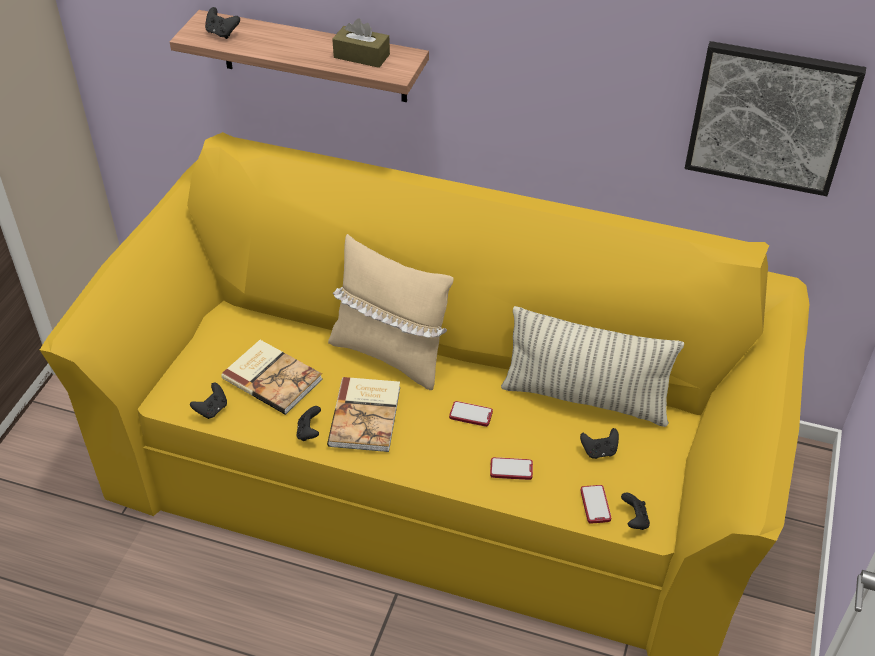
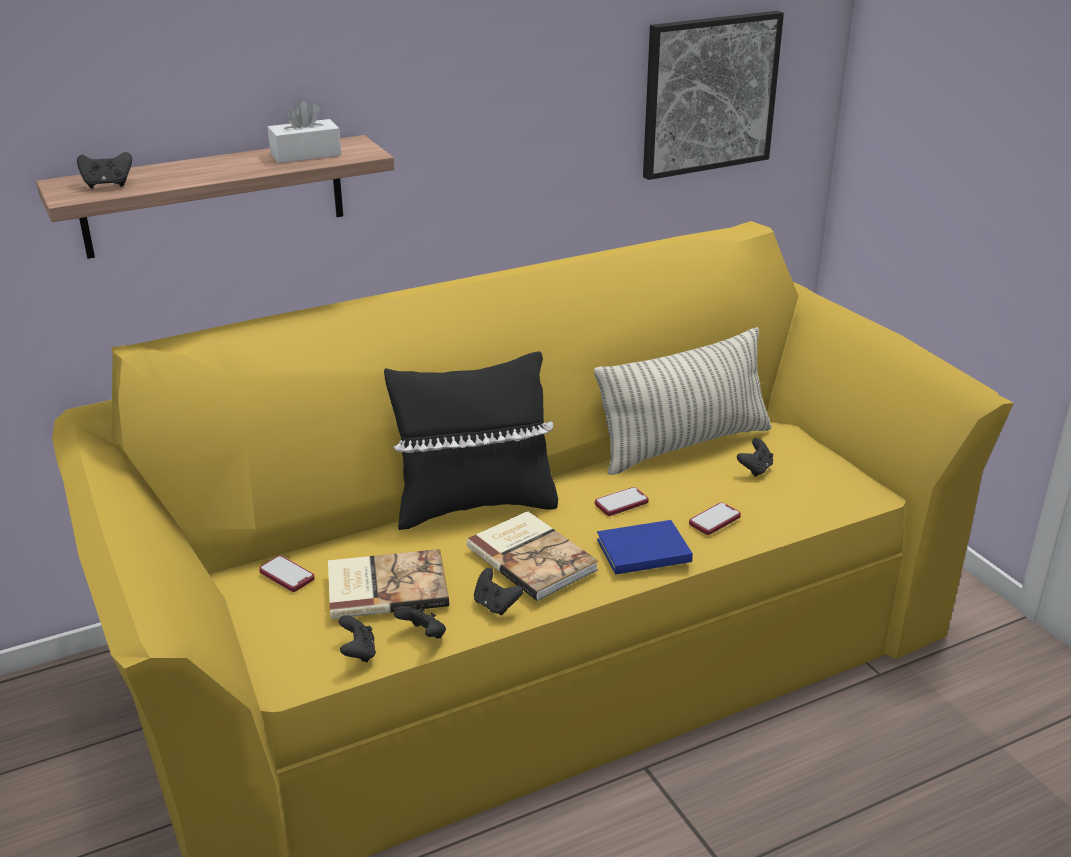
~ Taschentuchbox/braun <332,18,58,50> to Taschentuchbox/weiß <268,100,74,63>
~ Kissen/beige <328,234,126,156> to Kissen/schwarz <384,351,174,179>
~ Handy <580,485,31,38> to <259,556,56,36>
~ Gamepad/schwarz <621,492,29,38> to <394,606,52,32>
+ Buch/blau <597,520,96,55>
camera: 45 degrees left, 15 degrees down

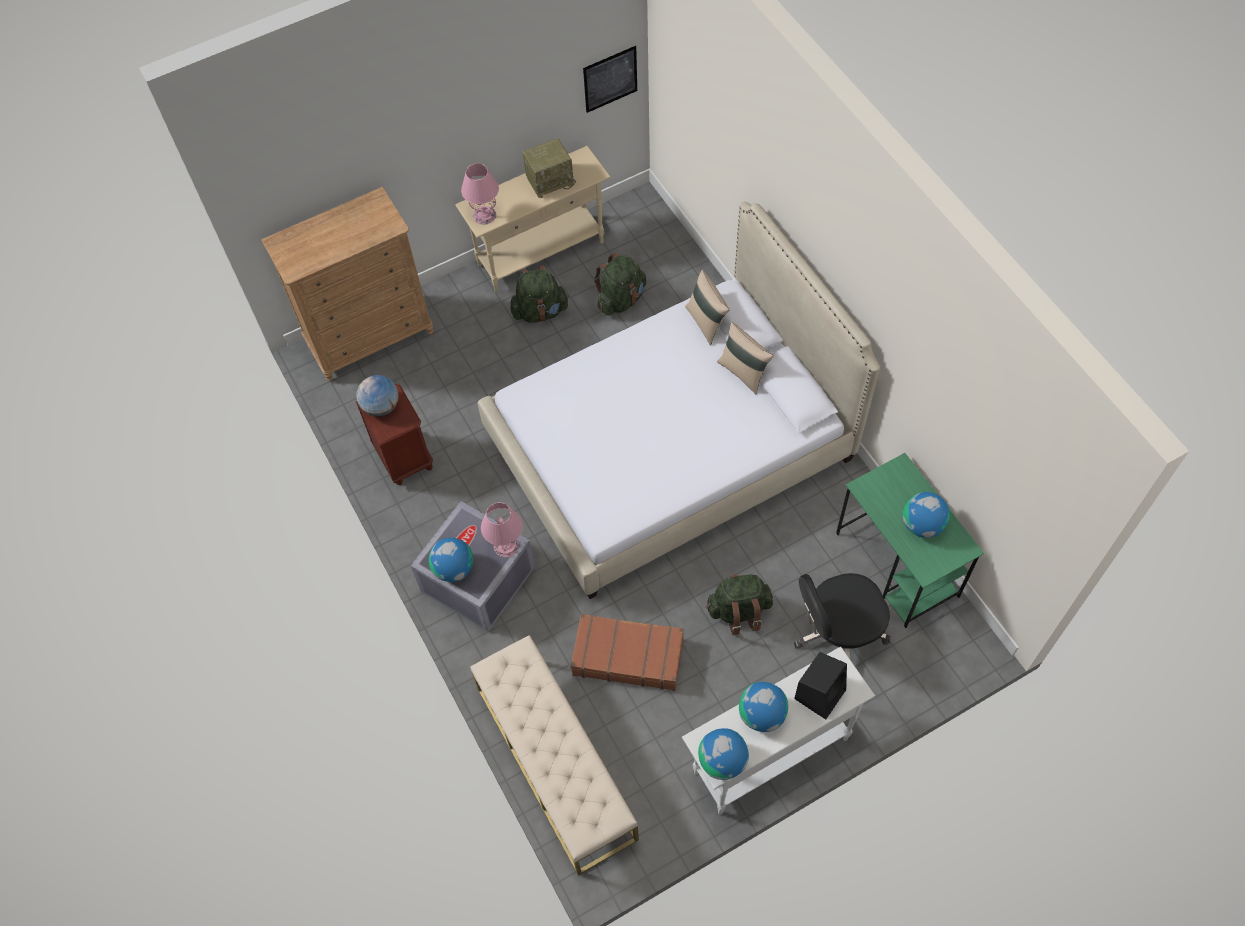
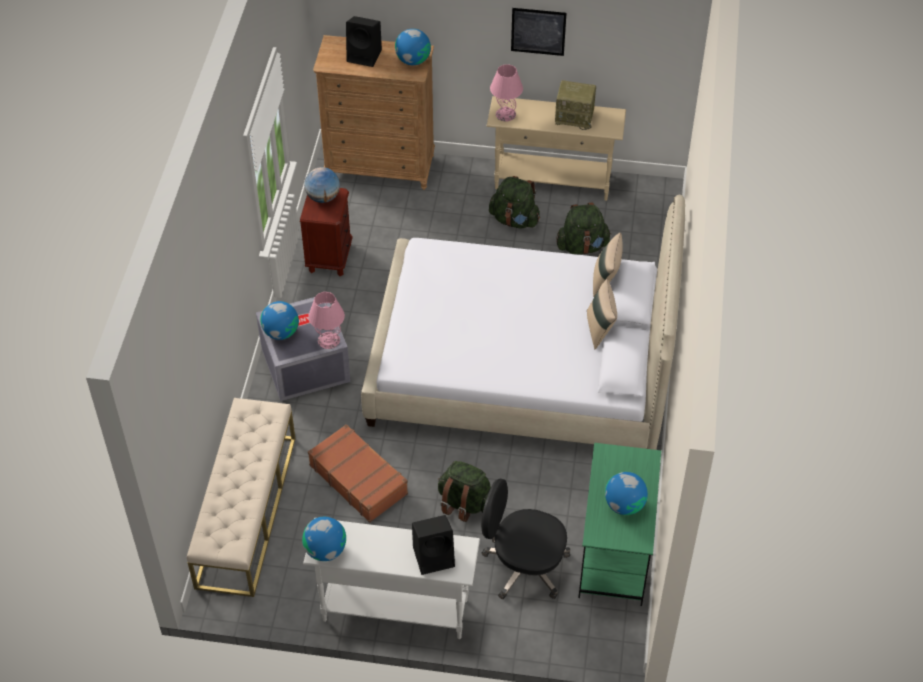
~ Bild <583,46,54,67> to <511,8,56,48>
~ Globus <739,682,49,50> to <395,29,36,36>
+ Lautsprecher/schwarz <346,16,36,51>
camera: 35 degrees right, 10 degrees down

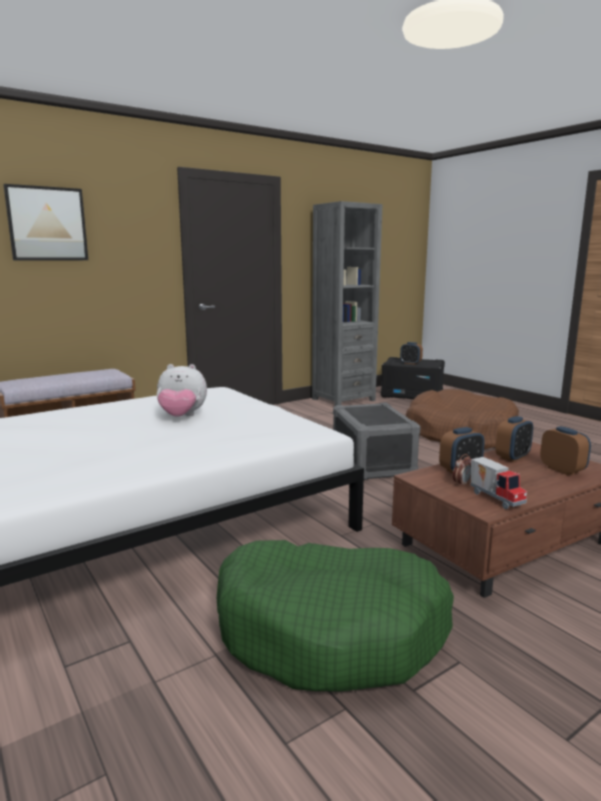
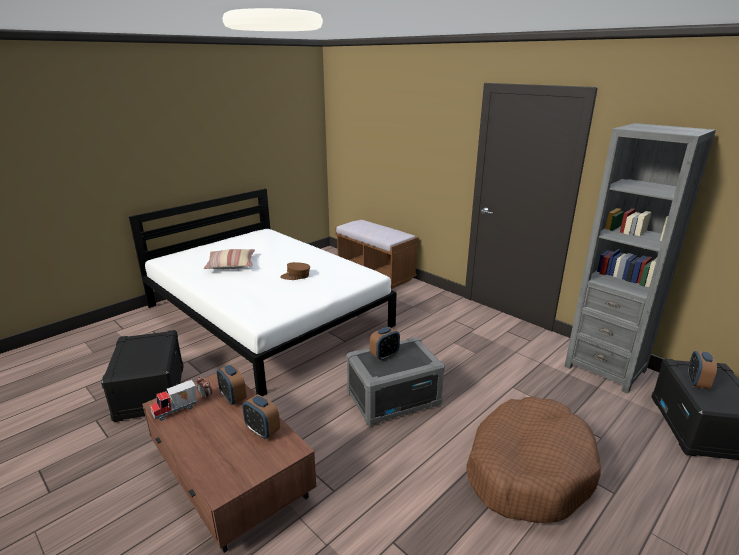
- Bild <3,184,85,76>
~ Plüschtier <157,364,50,53> to Kappe/braun <280,262,30,18>
~ Wecker <540,426,51,49> to <370,327,30,34>
~ Hundebett/grün <217,540,237,151> to Aufbewahrungsbox/schwarz <101,330,83,92>
+ Kissen <203,249,52,20>
camera: 80 degrees right, 10 degrees up

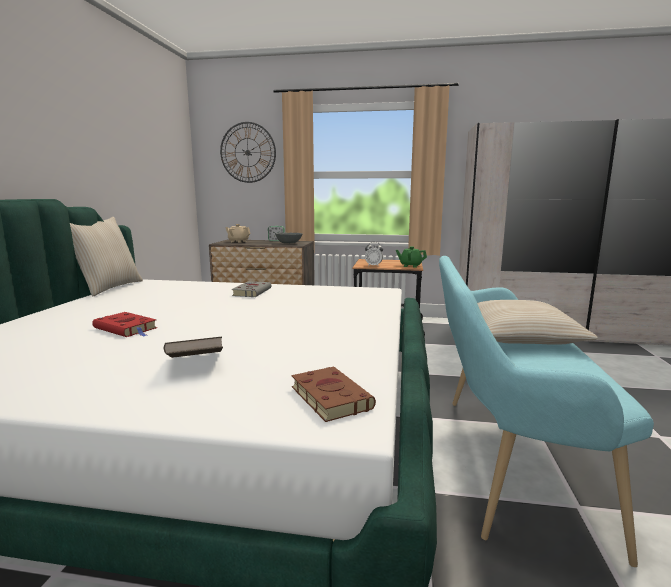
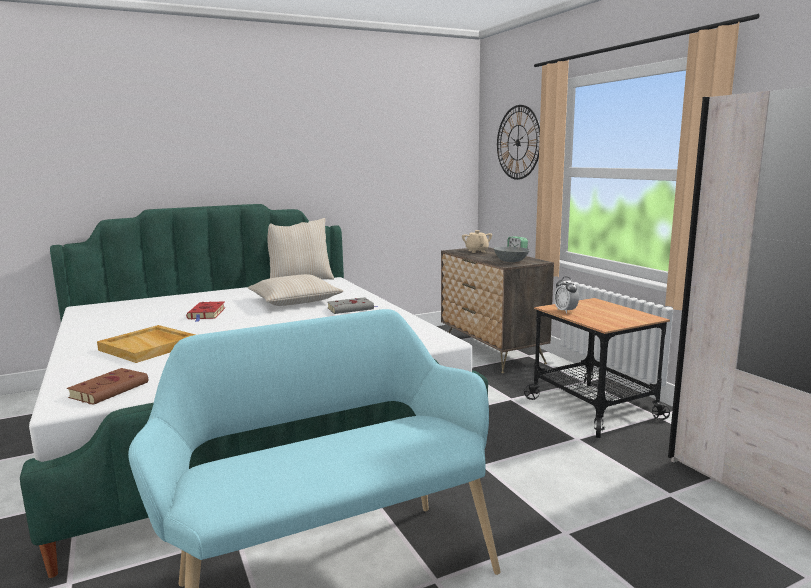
- Teekanne/grün <396,247,31,21>
~ Kissen/beige <477,300,121,45> to <248,274,95,32>
~ Buch/braun <164,337,59,21> to Tablett/beige <97,325,98,38>
camera: 55 degrees right, 0 degrees up

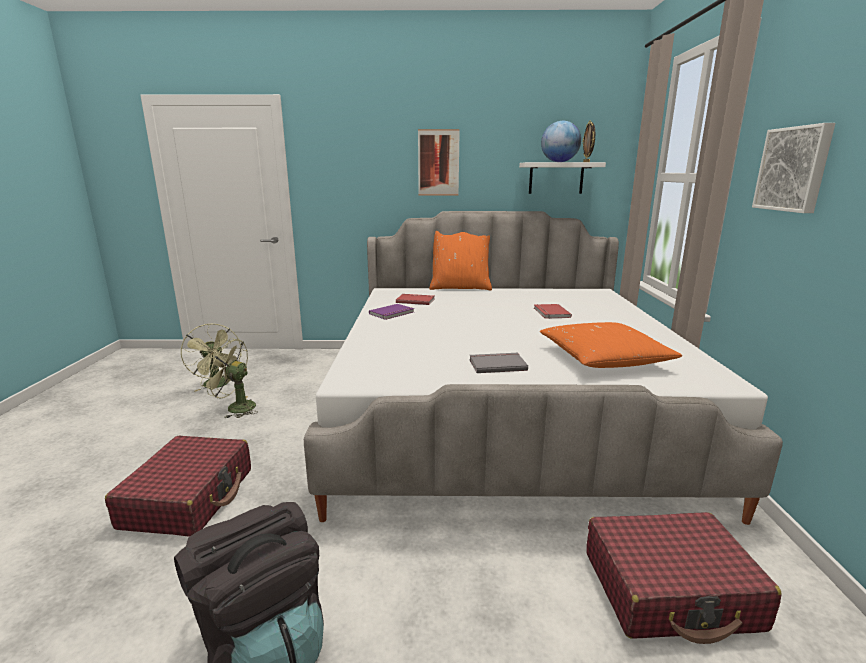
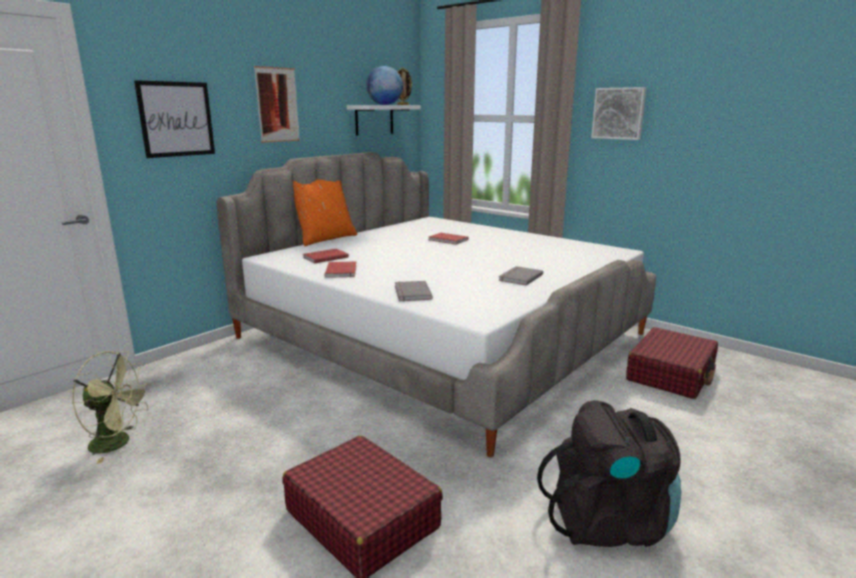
~ Buch/lila <369,304,45,16> to Buch/rot <324,261,33,17>
- Kissen/orange <540,322,142,46>
- Ventilator/grün <200,338,58,80>
+ Bild <134,80,81,78>
+ Buch/grau <395,281,38,21>
camera: 50 degrees left, 0 degrees up

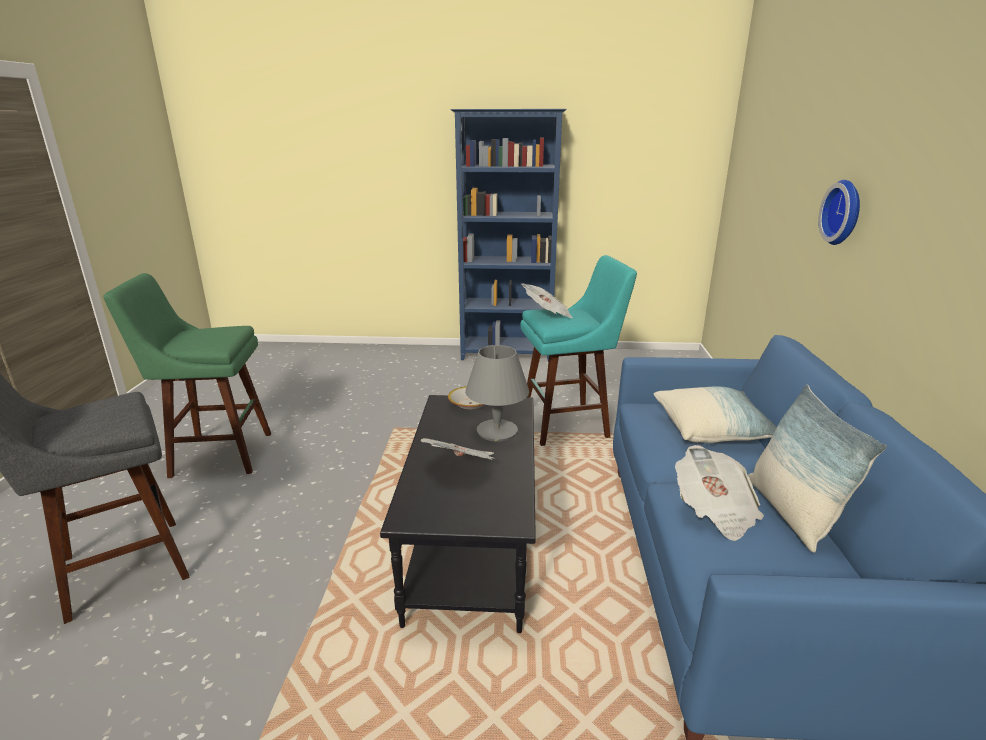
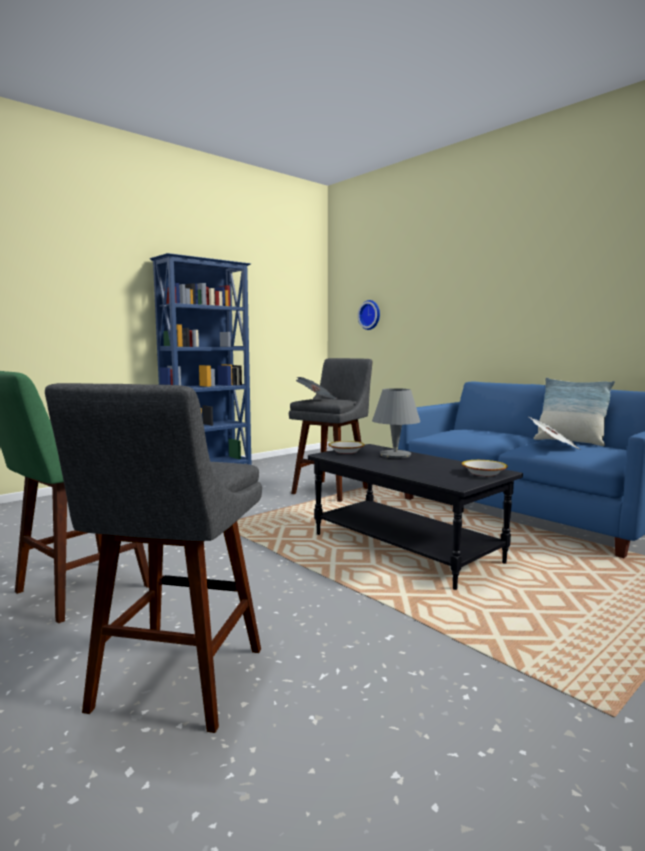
~ Wanduhr <818,180,42,65> to <358,300,22,30>
~ Hocker/türkis <520,255,117,191> to Hocker/grau <289,358,83,144>
- Kissen <654,386,123,57>
- Zeitung <421,438,74,22>
+ Schüssel <462,460,46,16>
camera: 45 degrees left, 15 degrees down

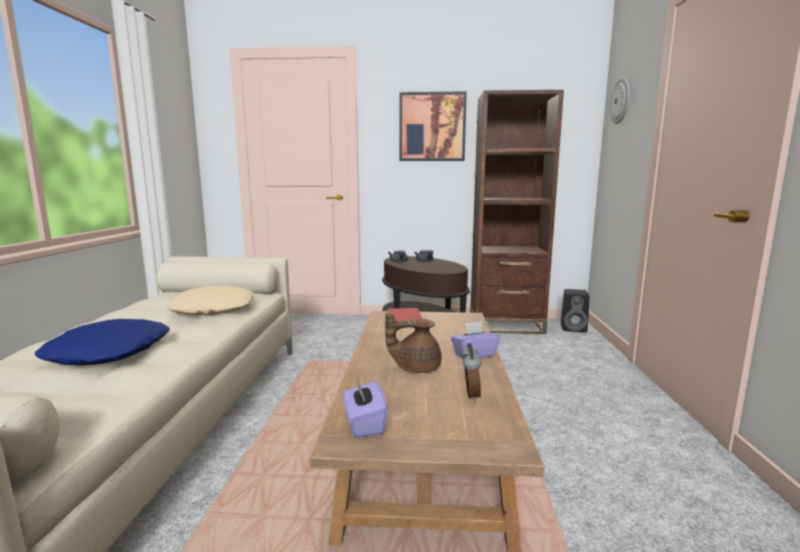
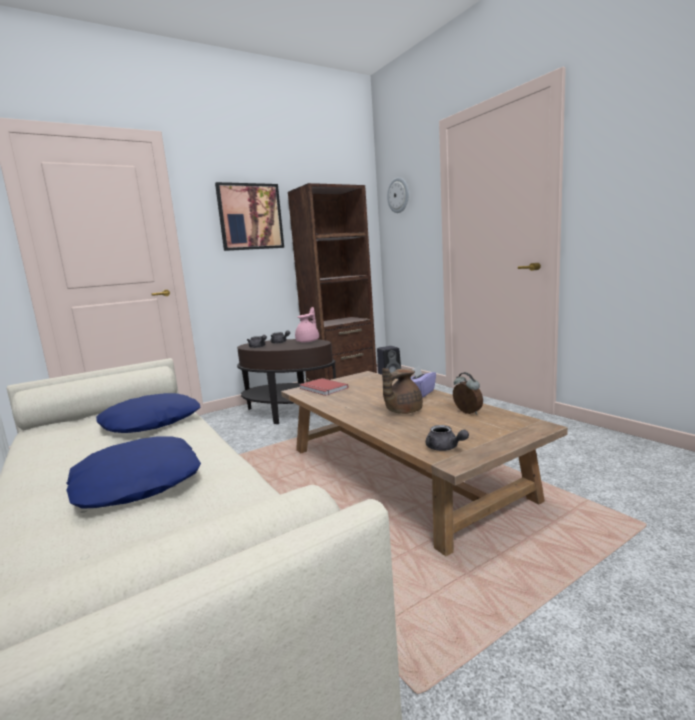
~ Kissen/beige <167,286,87,29> to Kissen/blau <96,393,104,40>
~ Taschentuchbox/lila <343,378,45,60> to Teekanne/grau <426,425,43,26>
+ Teekanne/rosa <295,307,24,36>
camera: 35 degrees left, 0 degrees up

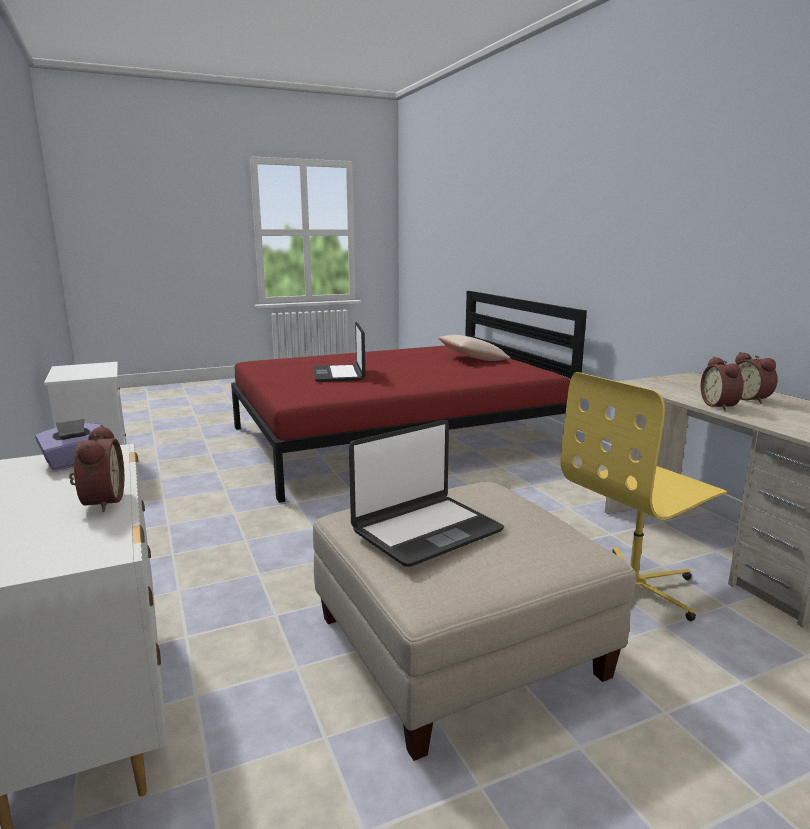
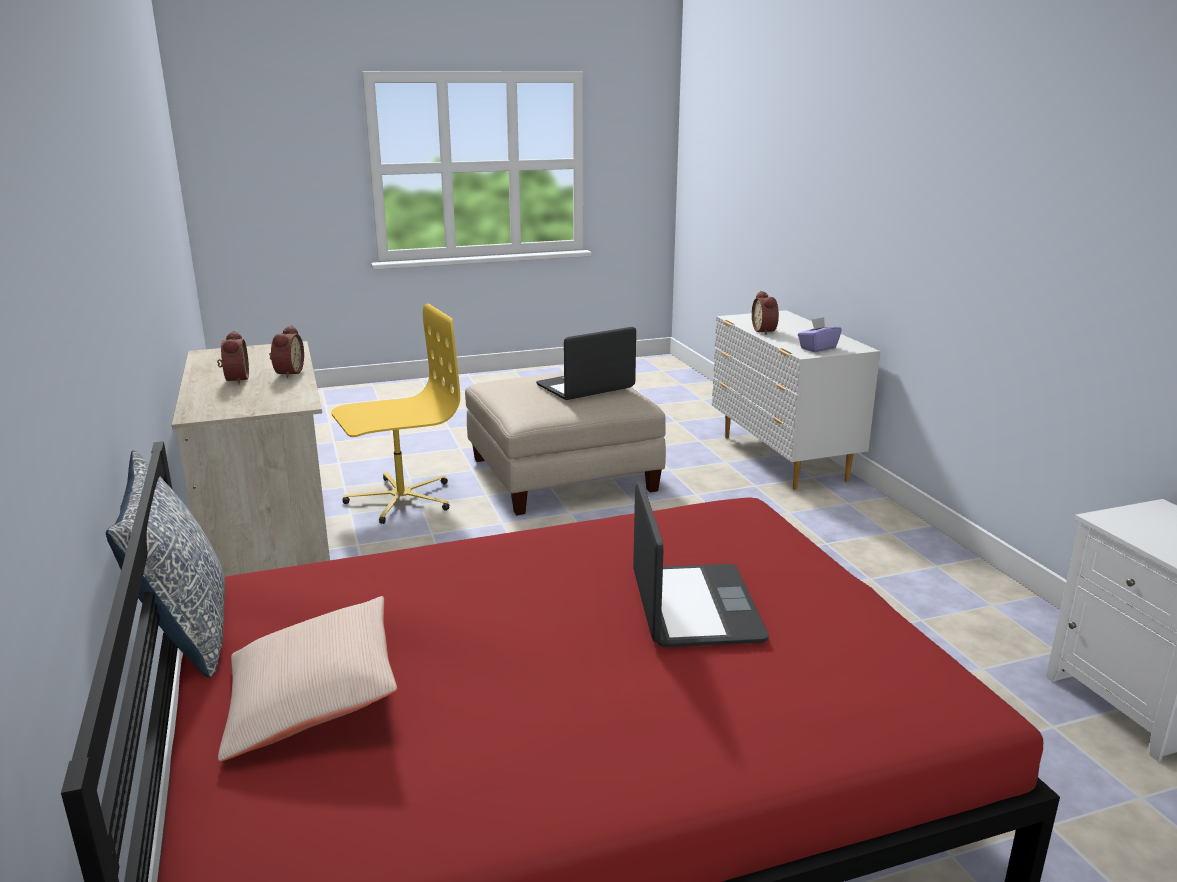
+ Kissen <106,450,119,228>
camera: 175 degrees left, 5 degrees up

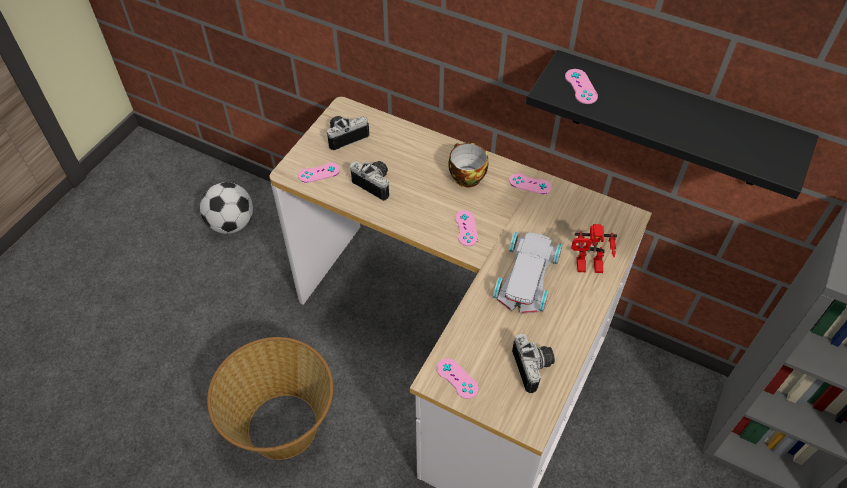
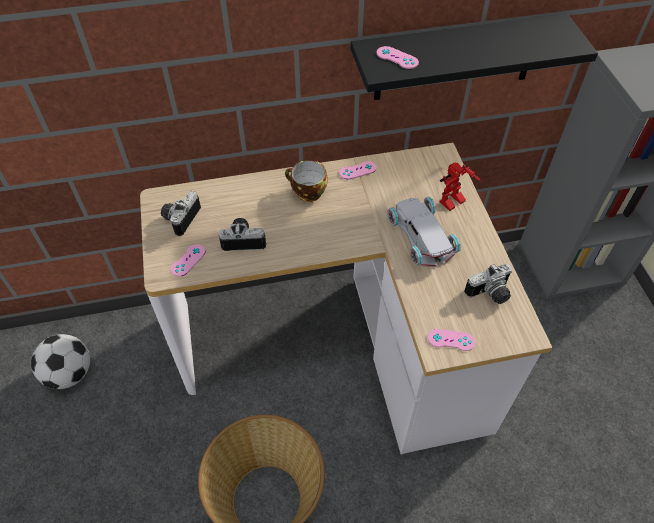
- Gamepad/rosa <455,210,23,36>
~ Kamera <512,334,43,59> = <464,263,48,41> 120 degrees clockwise
camera: 40 degrees left, 0 degrees up

